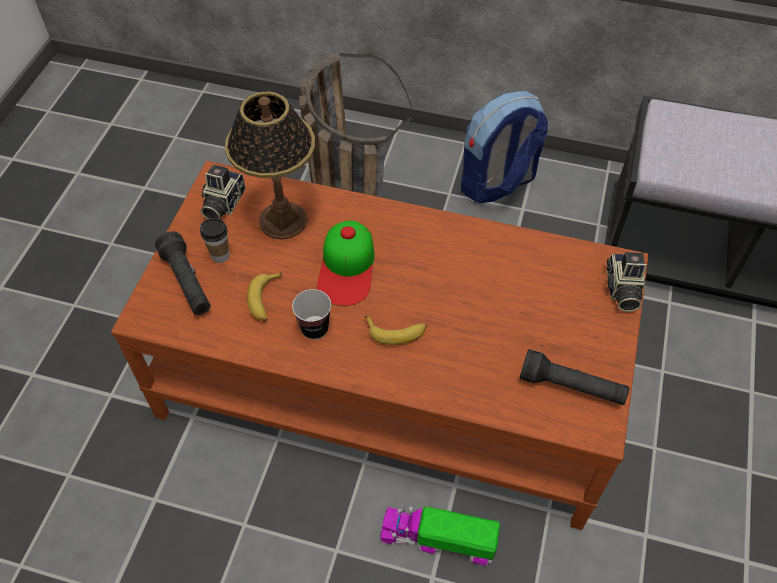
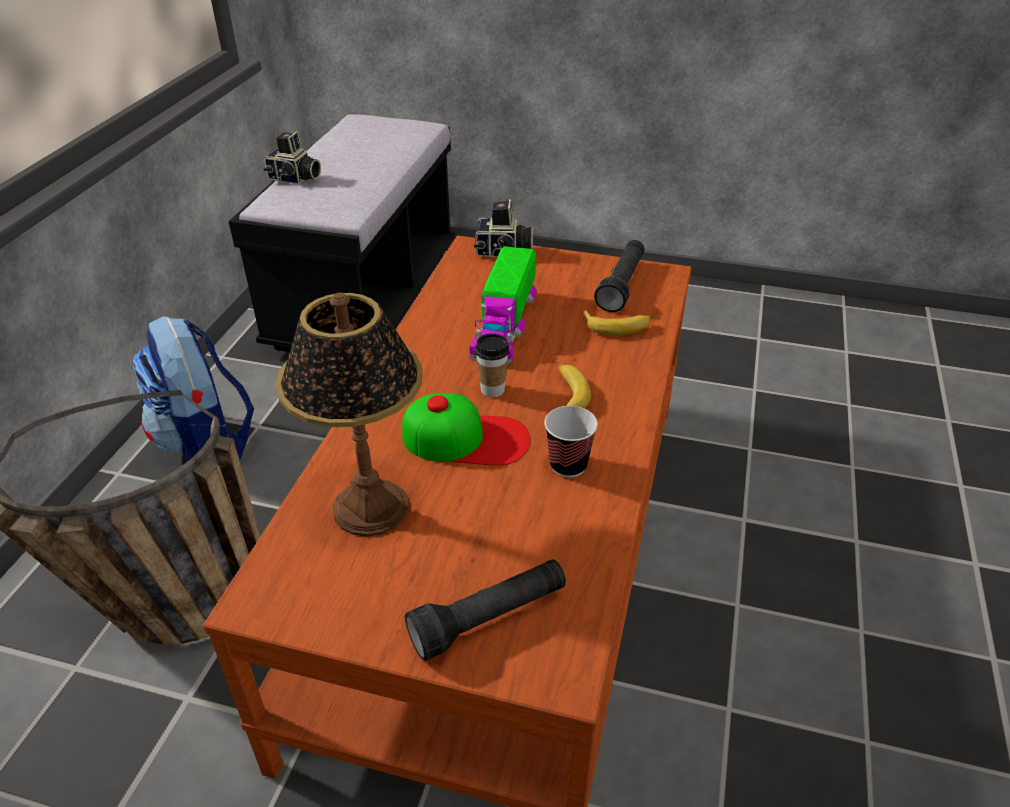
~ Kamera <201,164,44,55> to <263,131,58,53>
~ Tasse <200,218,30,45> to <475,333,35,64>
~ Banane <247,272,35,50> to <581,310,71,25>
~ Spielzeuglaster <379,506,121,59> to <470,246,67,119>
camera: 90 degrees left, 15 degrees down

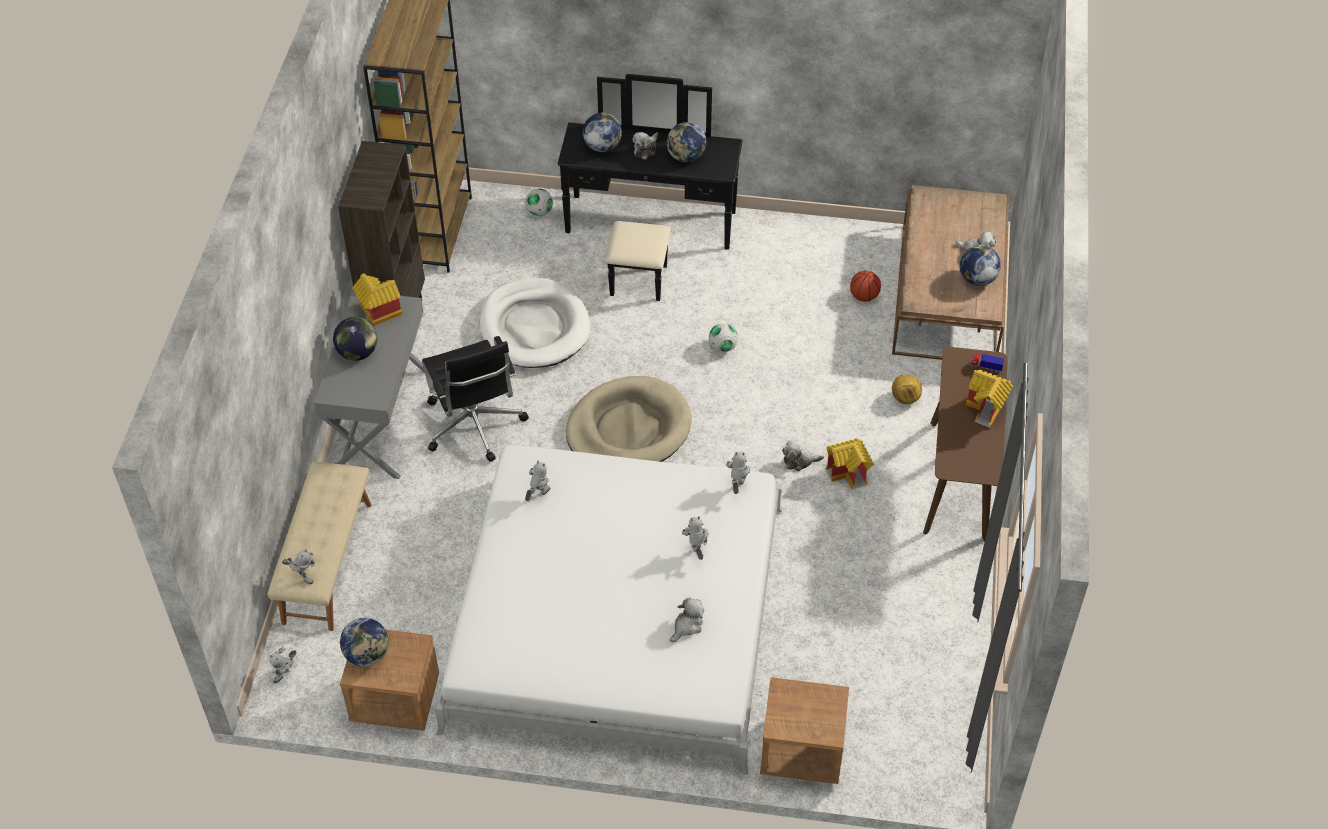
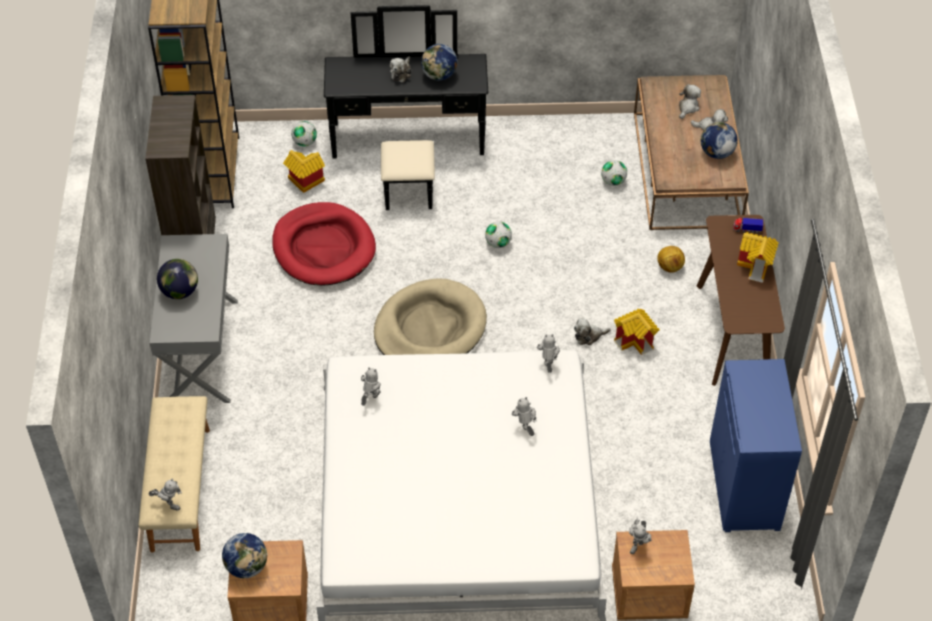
- Globus <583,113,39,39>
~ Basketball <850,271,31,31> to Fußball <601,160,26,26>
~ Spielzeughaus <352,273,50,53> to <283,150,42,43>
~ Hundebett/weiß <480,278,110,90> to Hundebett/rot <272,202,104,84>
- Bürostuhl/schwarz <422,336,107,126>
~ Plüschtier <670,597,35,45> to <679,84,22,35>
~ Spielzeugroboter <269,646,27,37> to <629,518,23,36>
+ Schrank/blau <710,359,92,173>
camera: 10 degrees left, 0 degrees up

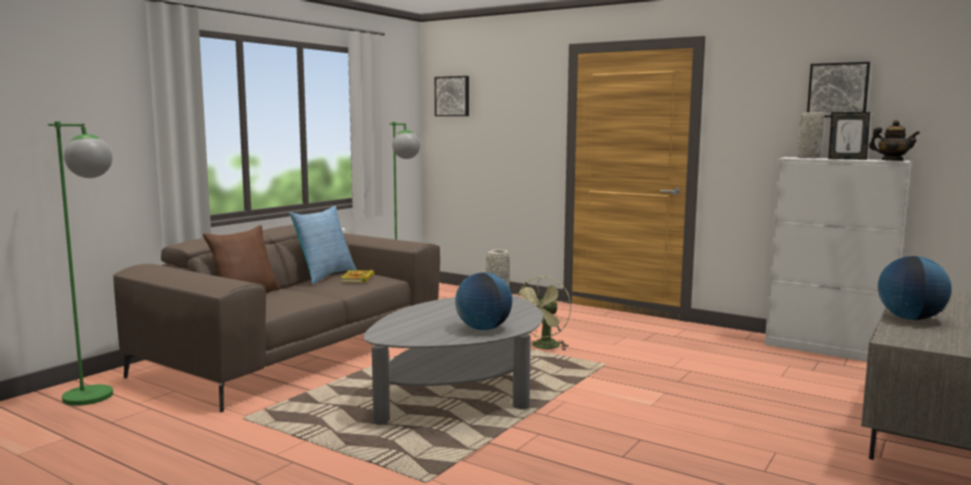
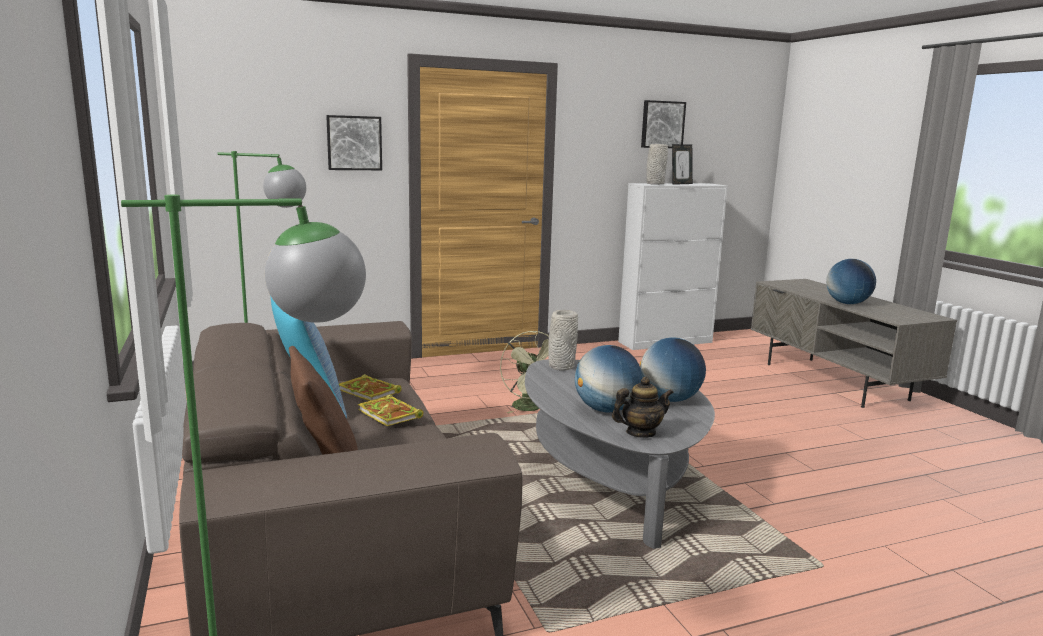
~ Bild <435,76,34,40> to <326,115,56,55>
~ Teekanne <869,120,51,41> to <612,376,62,62>
+ Globus <575,345,67,67>
+ Buch <358,394,65,32>
camera: 55 degrees left, 5 degrees up

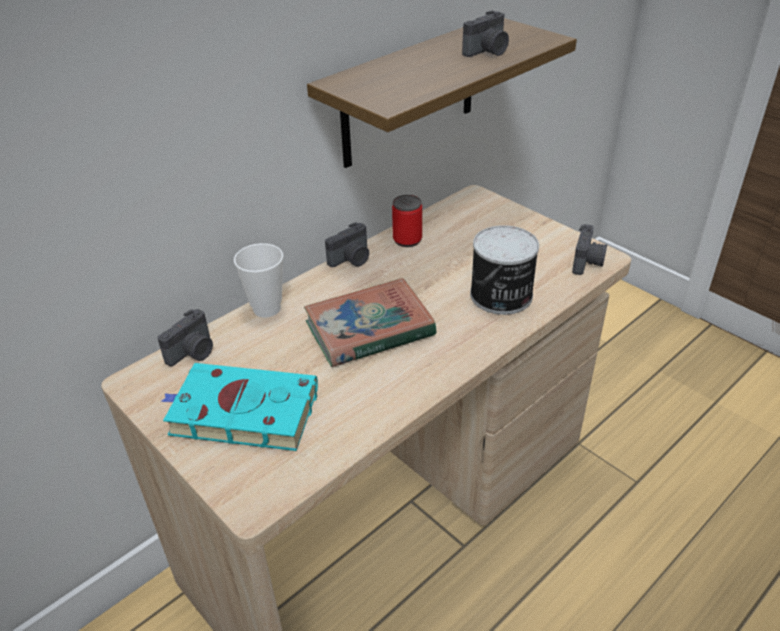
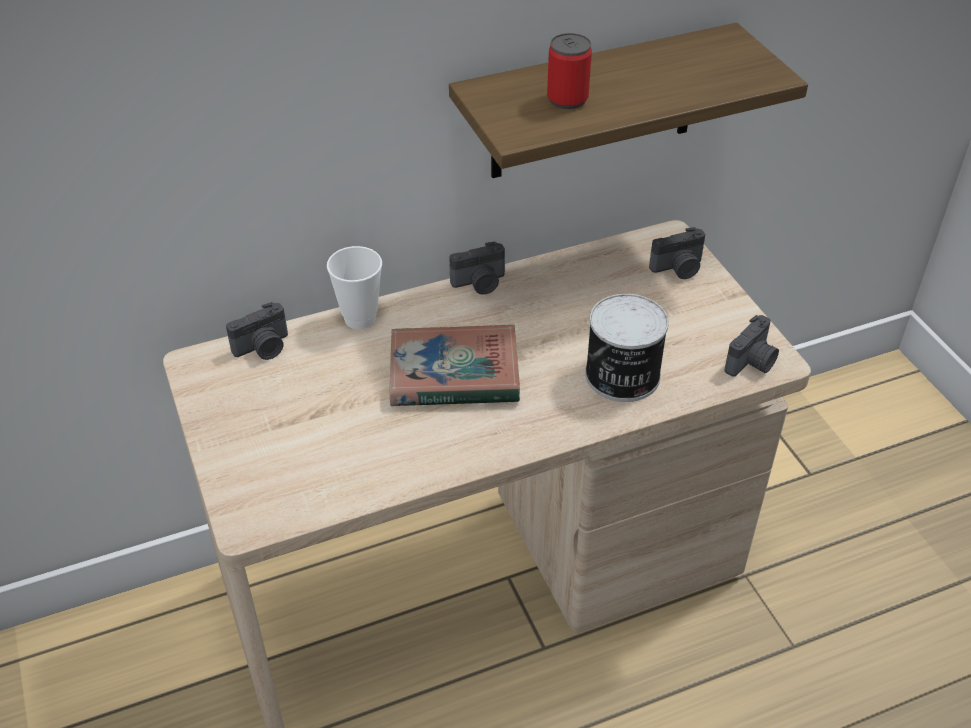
~ Kamera <462,10,47,47> to <649,227,56,52>
~ Dose <392,195,30,52> to <547,33,45,76>
- Buch/türkis <160,363,158,88>
camera: 20 degrees right, 5 degrees up

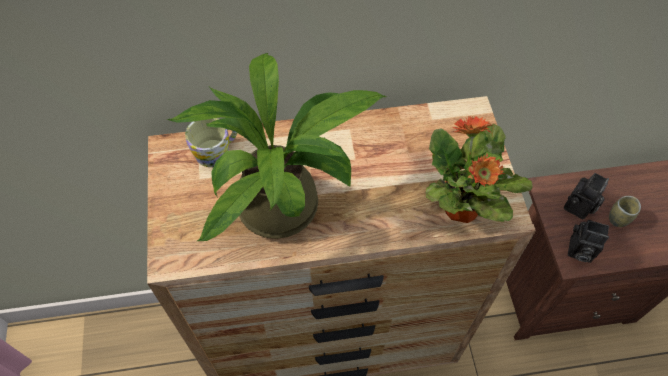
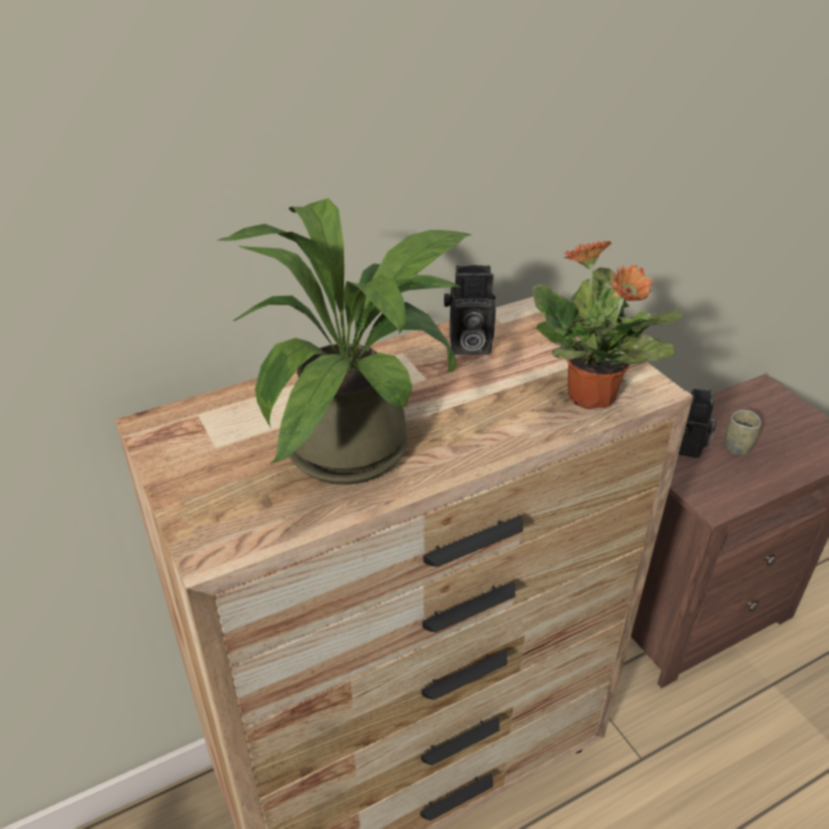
- Henkelbecher <185,118,52,49>
~ Kamera <568,220,41,43> to <444,265,52,90>
camera: 20 degrees left, 20 degrees down

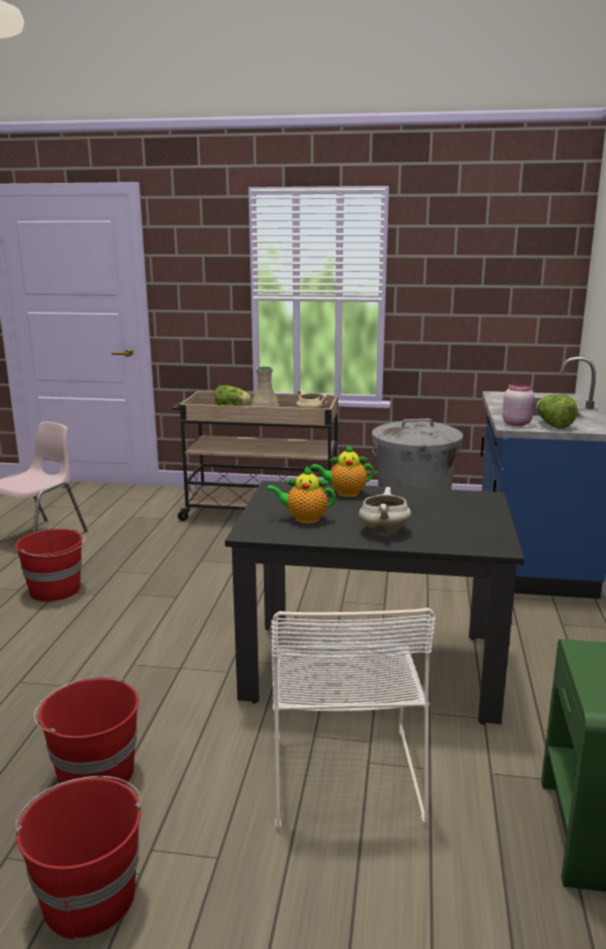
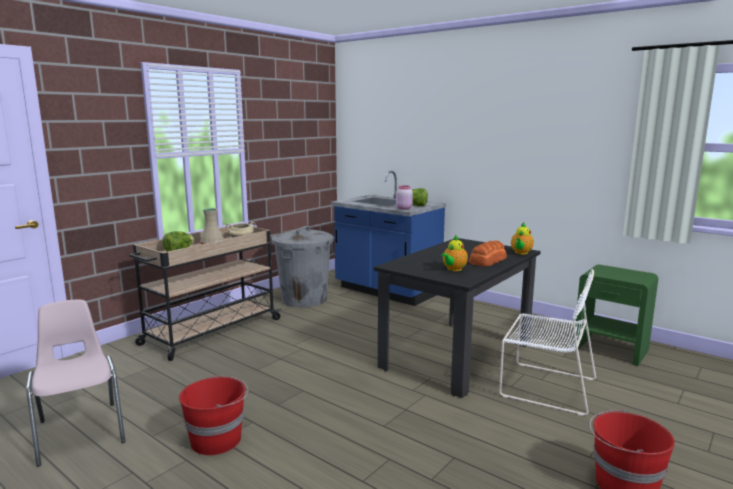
~ Teekanne <311,444,63,53> to <511,222,23,32>
~ Kochtopf/weiß <359,487,52,47> to Brot <469,240,38,26>
- Eimer/rot <34,676,105,110>
camera: 60 degrees left, 5 degrees down

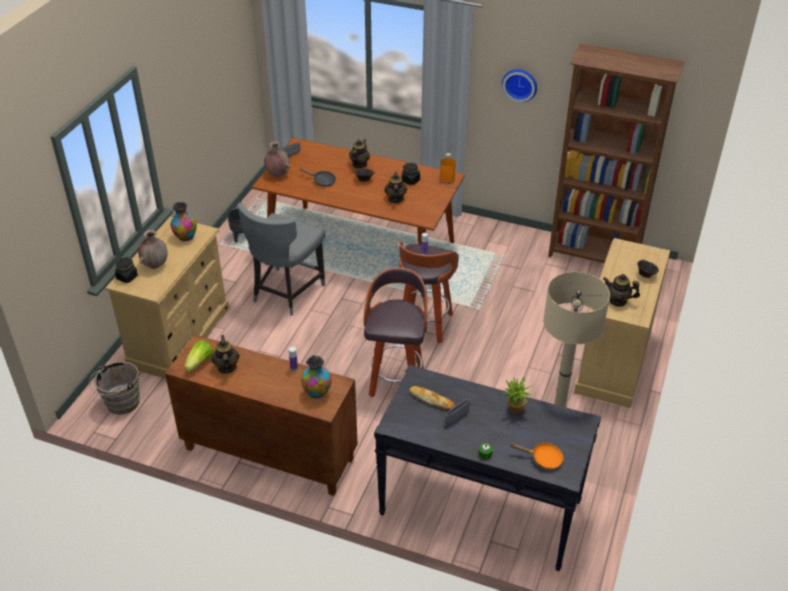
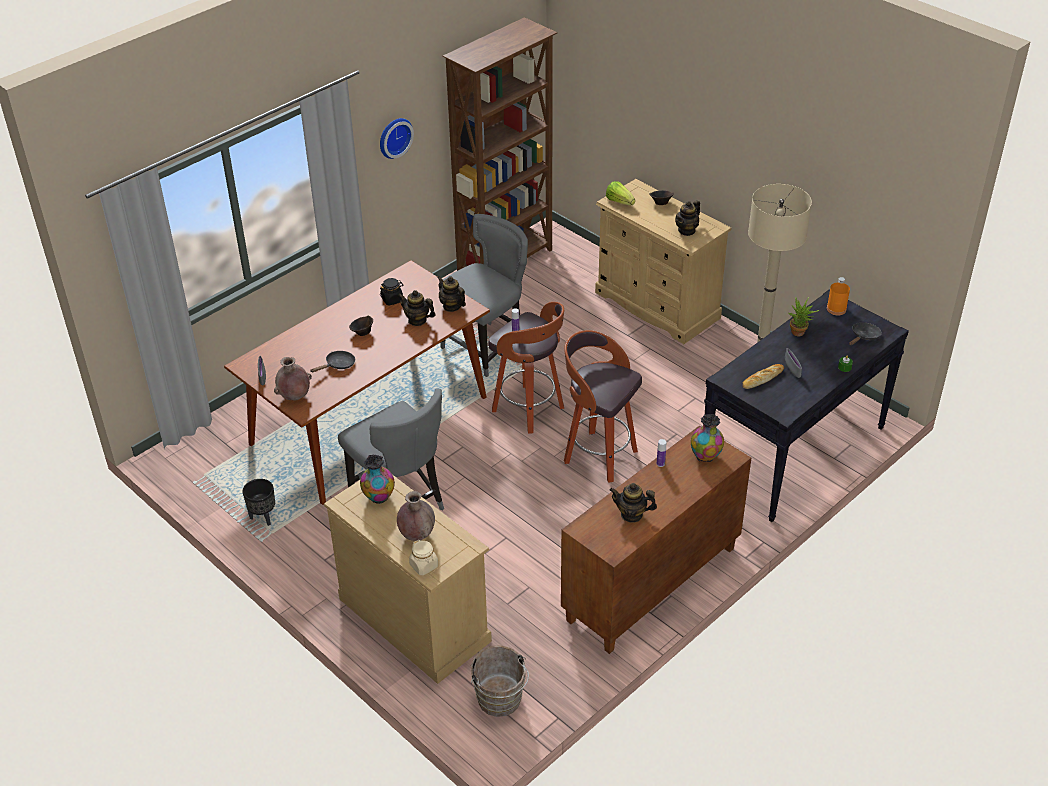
~ Teekanne <349,139,21,29> to <437,276,29,36>
~ Flasche/orange <440,153,16,31> to <827,277,23,39>
~ Vorratsglas/schwarz <115,257,23,26> to Vorratsglas/beige <409,540,29,35>
~ Salatkopf <185,340,28,32> to <606,181,29,24>
~ Pfanne/orange <511,443,53,26> to Pfanne/schwarz <849,322,33,24>
+ Stuhl/grau <440,214,88,163>
camera: 65 degrees left, 0 degrees up

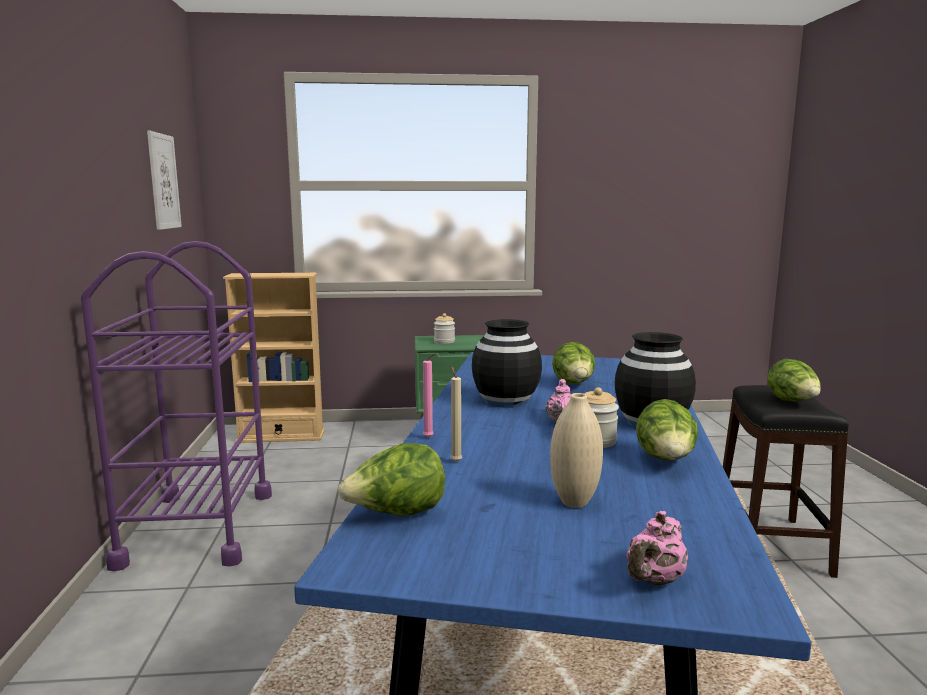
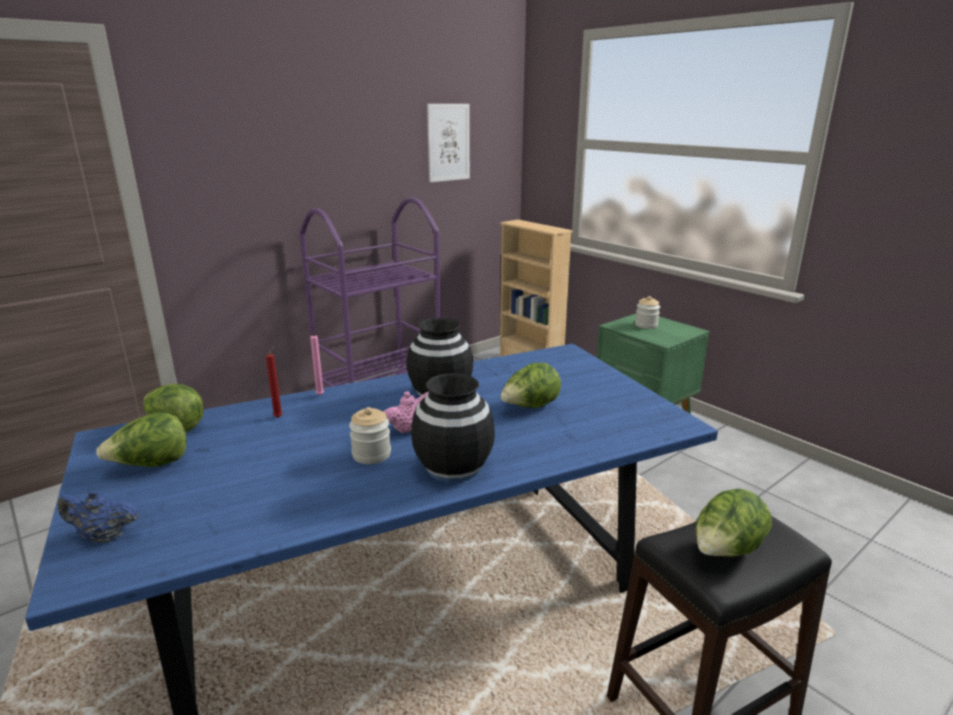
~ Kerze/beige <450,367,12,95> to Kerze/rot <266,346,17,72>
- Vase/beige <550,393,53,115>
~ Salatkopf <636,399,62,62> to <96,413,91,54>
~ Teekanne/rosa <626,511,62,75> to Teekanne/blau <57,490,82,53>
camera: 55 degrees right, 10 degrees up

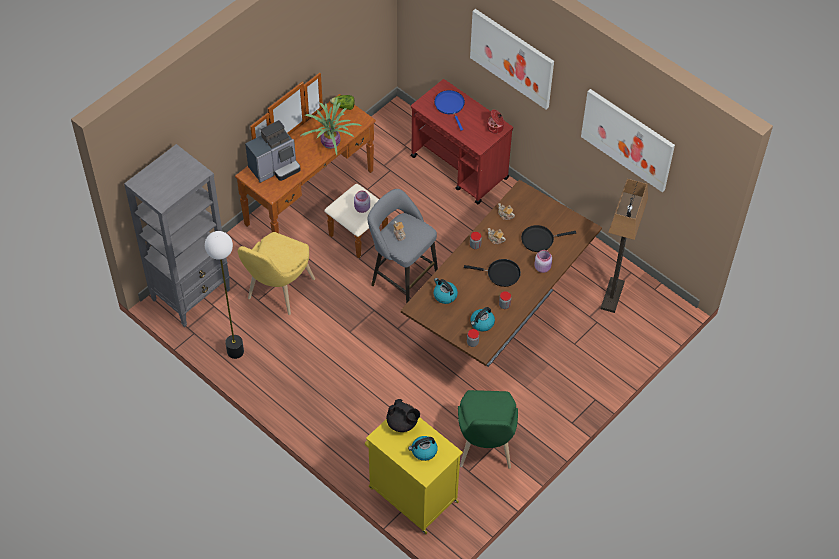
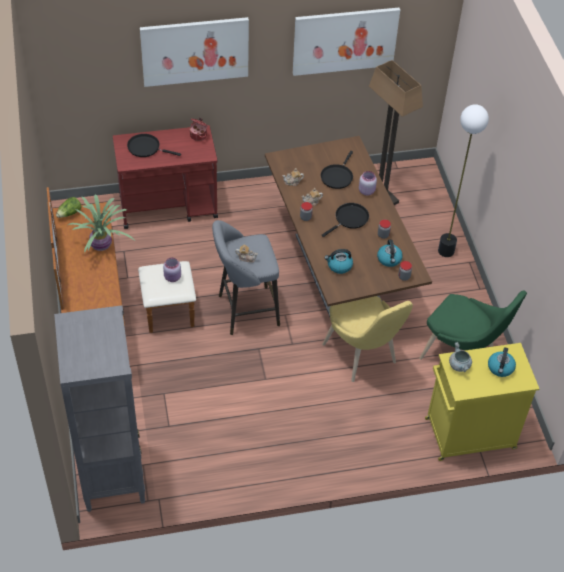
~ Pfanne/blau <434,90,31,40> to Pfanne/schwarz <127,134,54,23>
- Kaffeemaschine <245,120,56,63>
~ Stehlampe <205,231,39,128> to <438,104,51,153>
~ Stuhl/gelb <238,232,77,83> to <322,296,91,86>
~ Teekanne/schwarz <387,399,33,33> to Kochtopf/grau <449,342,23,30>
camera: 55 degrees left, 5 degrees down

